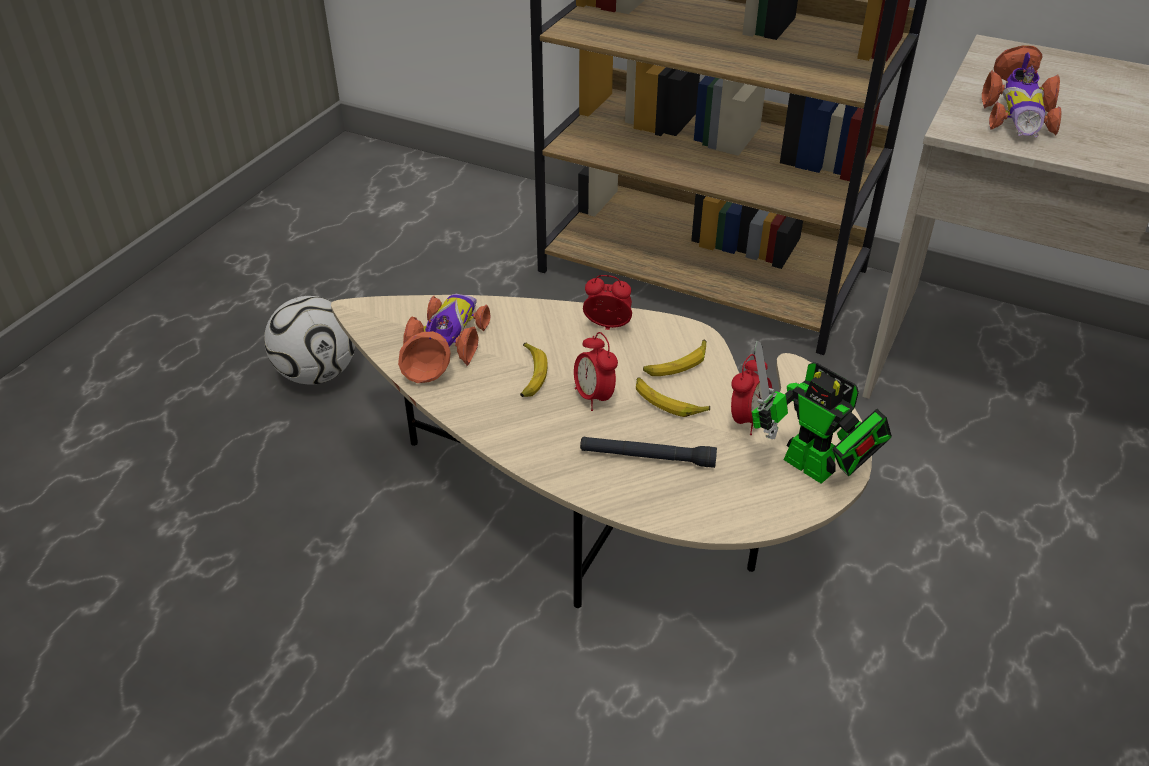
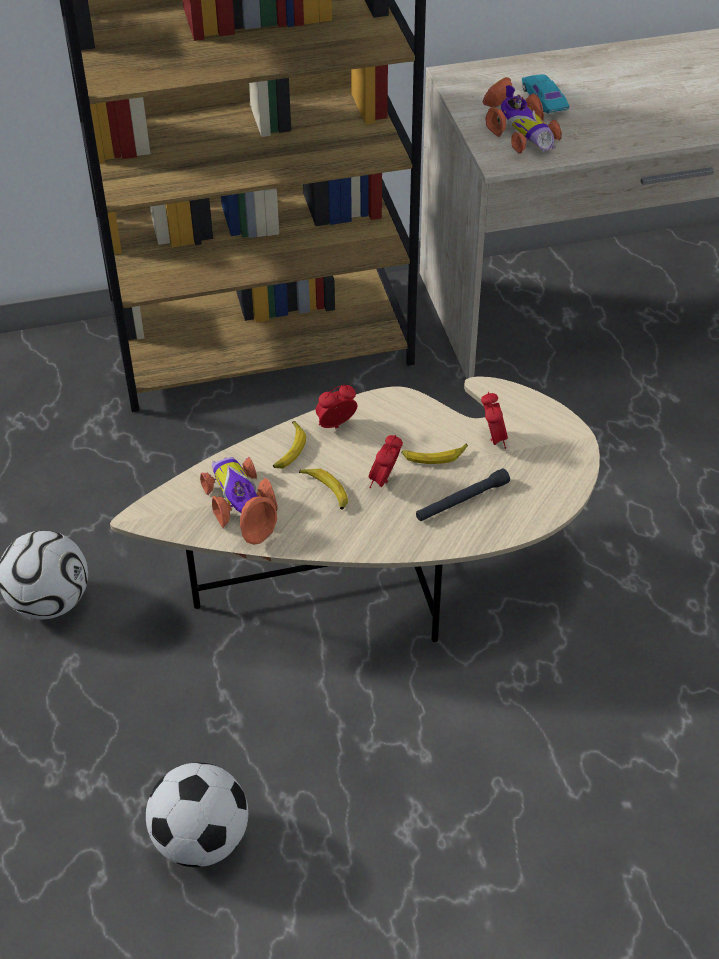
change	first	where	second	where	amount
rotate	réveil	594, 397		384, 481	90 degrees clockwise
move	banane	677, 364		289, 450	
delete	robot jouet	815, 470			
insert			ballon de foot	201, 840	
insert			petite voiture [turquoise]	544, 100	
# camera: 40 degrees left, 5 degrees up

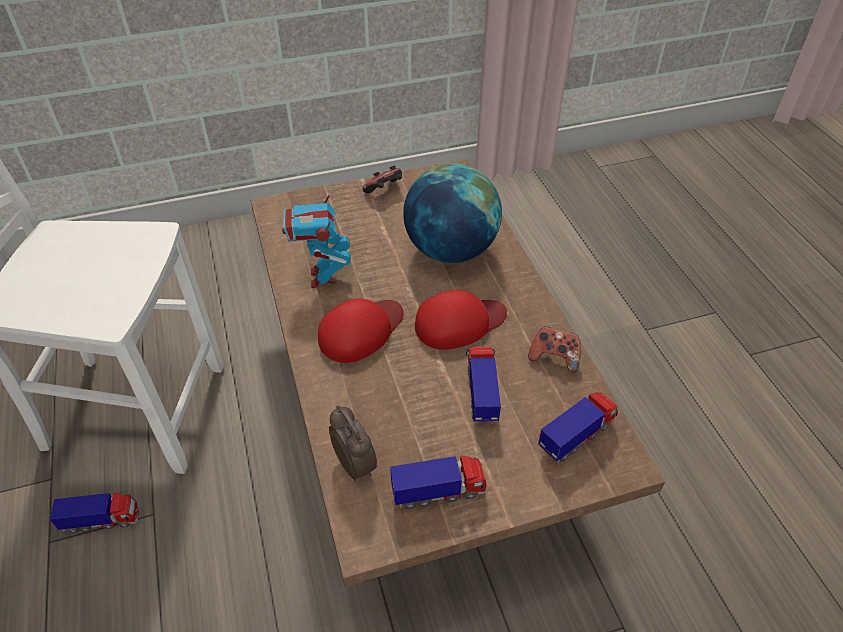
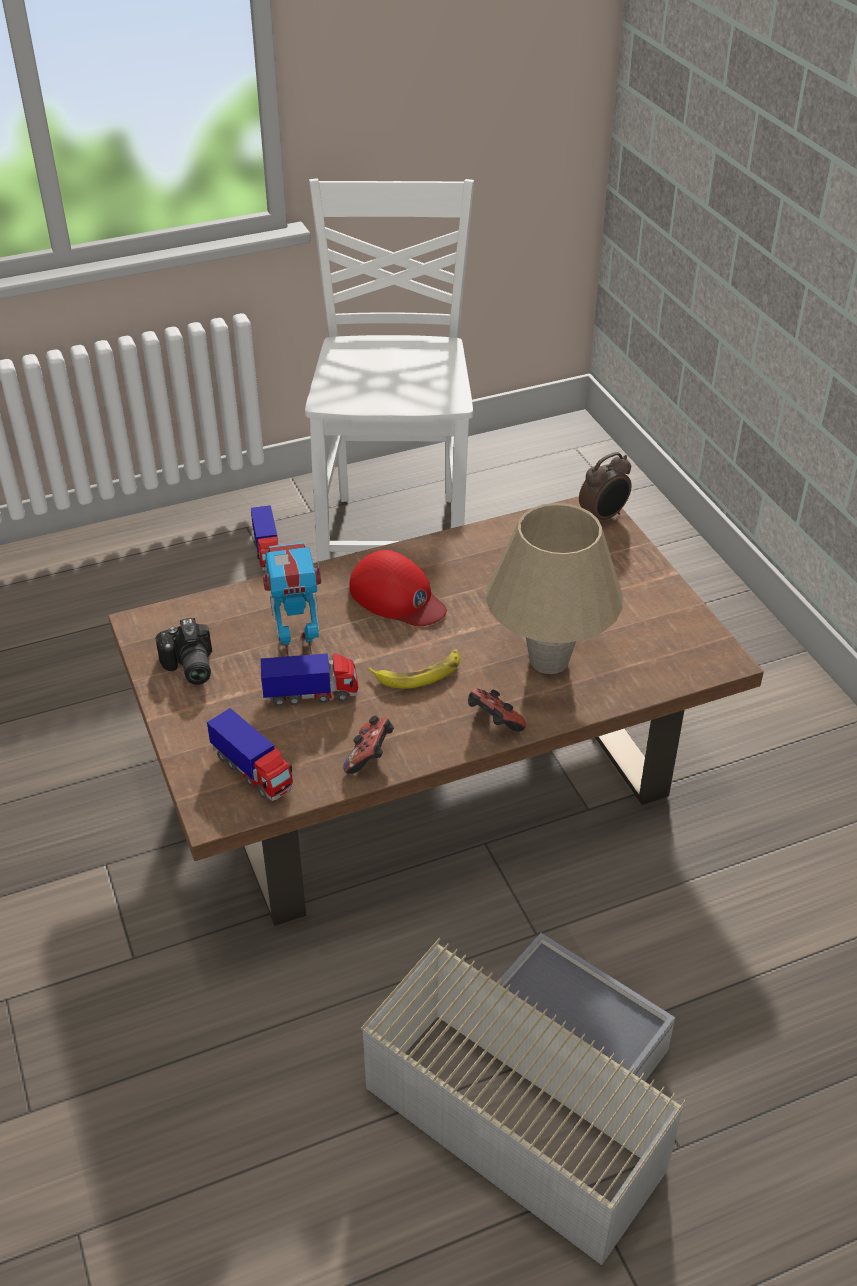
change	first	where	second	where	amount
move	robot jouet	322, 277		297, 644	
move	réveil	355, 464		603, 517	
move	manette	384, 190		493, 723	
replace	camion jouet	439, 492	appareil photo	188, 667	
replace	globe	450, 250	lampe de table [beige]	549, 660	
replace	casquette [rouge]	459, 323	banane	419, 673	
insert			boîte de rangement [gris]	529, 1098	
# camera: 85 degrees right, 5 degrees down

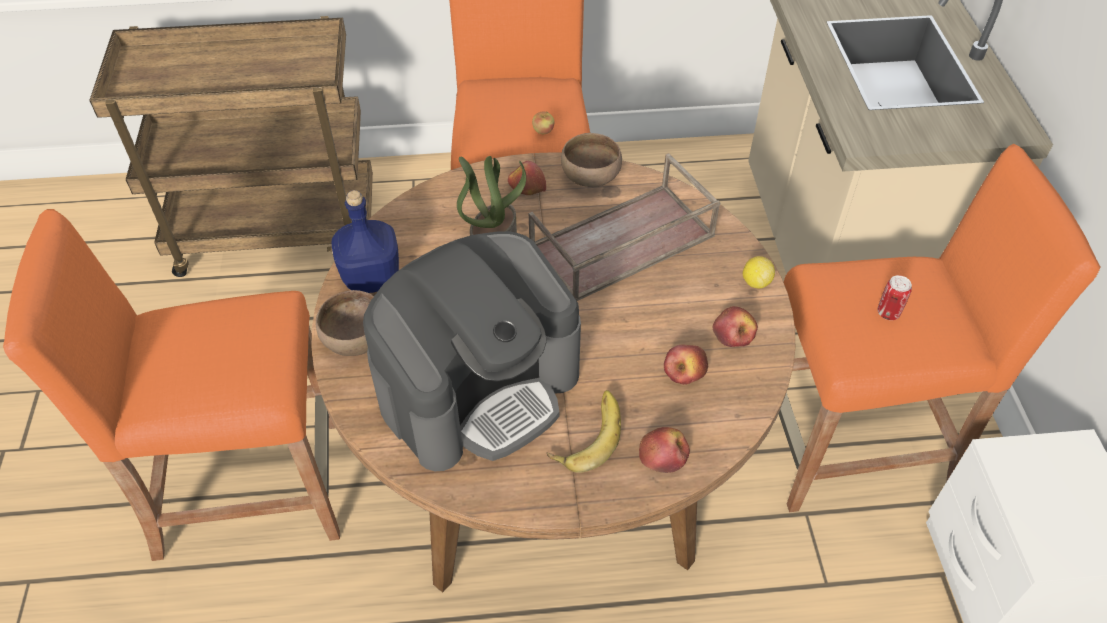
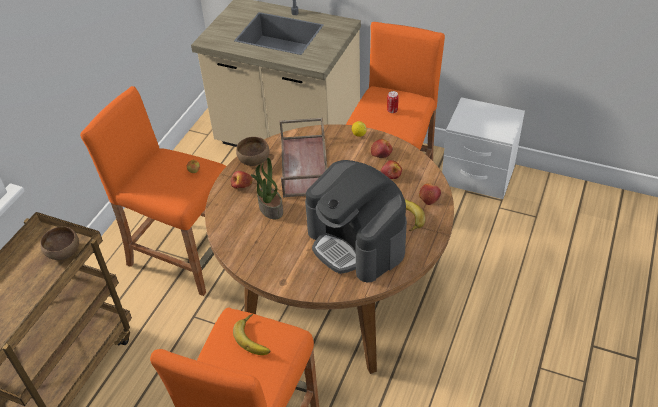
change	first	where	second	where	amount
move	bol [marron]	354, 339		63, 252	
delete	bouteille [bleu]	370, 278			
rotate	machine à café	479, 387		357, 242	150 degrees clockwise
insert			banane	255, 337	
# camera: 60 degrees left, 5 degrees down

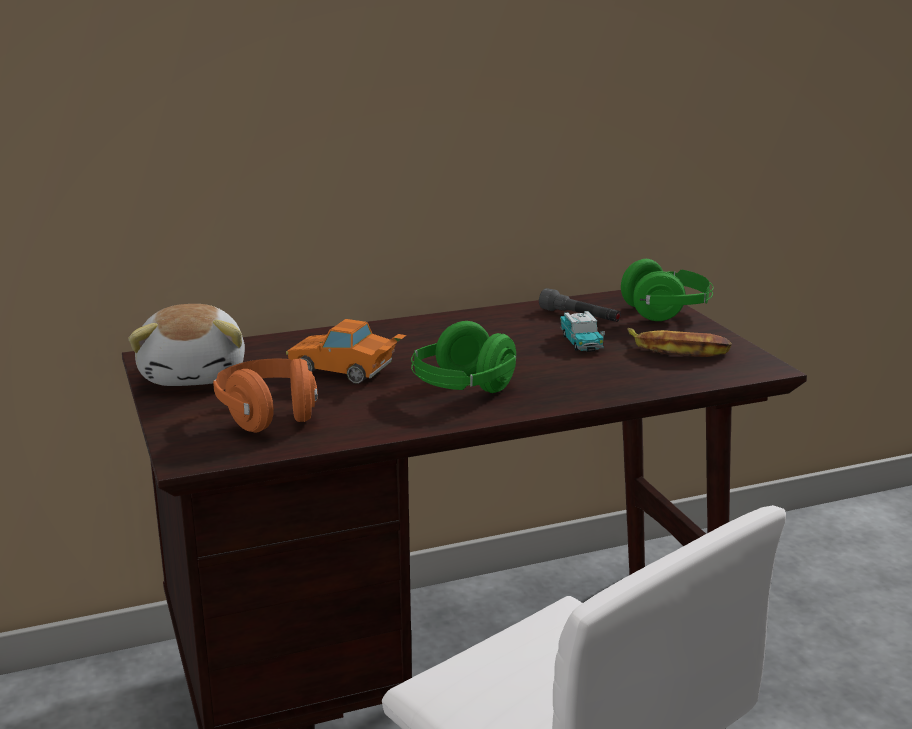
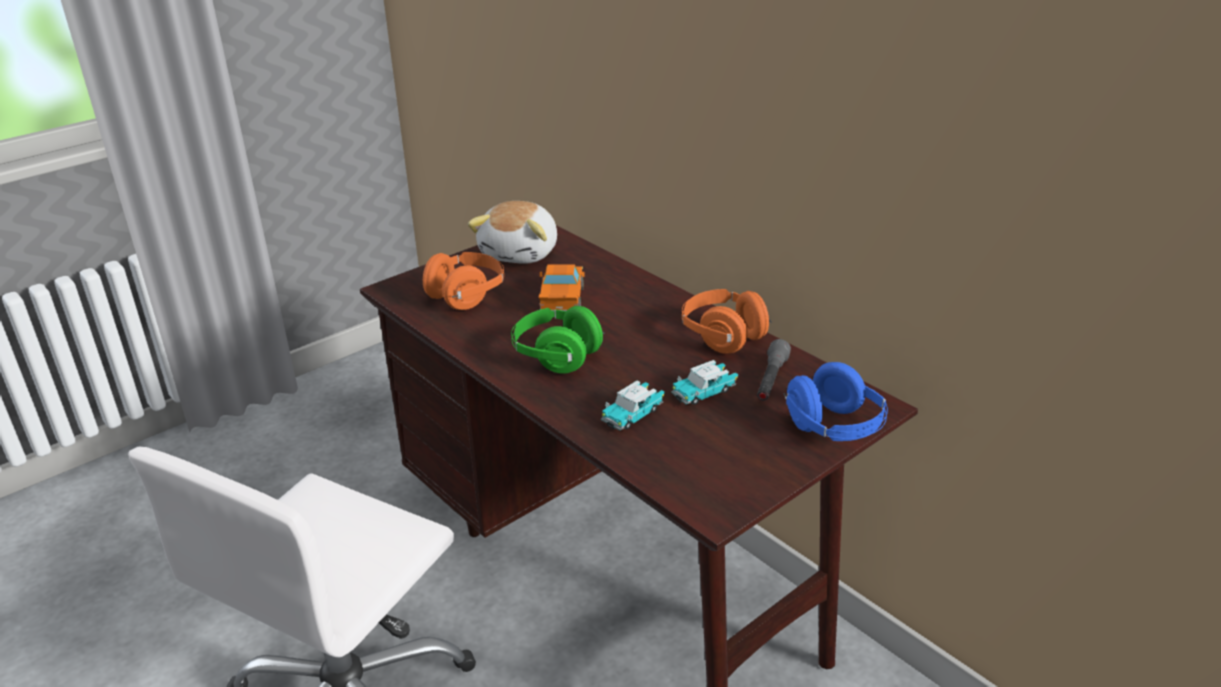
change	first	where	second	where	amount
rotate	peluche	195, 374		521, 253	45 degrees counterclockwise
recolor	casque audio [vert]	666, 312	casque audio [bleu]	834, 428	
delete	banane	677, 349			
insert			petite voiture	633, 414	
insert			casque audio [orange]	722, 336	
# camera: 70 degrees right, 10 degrees up

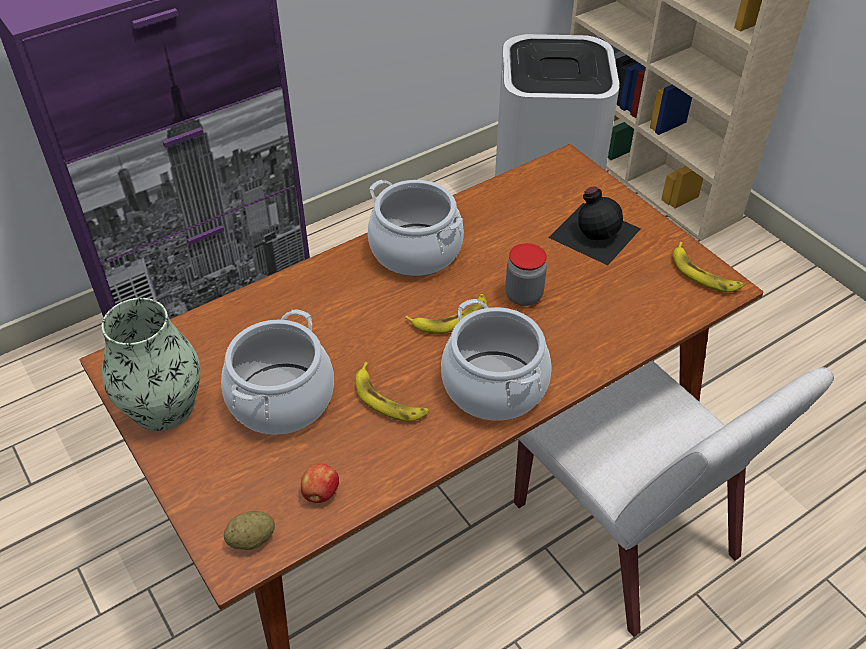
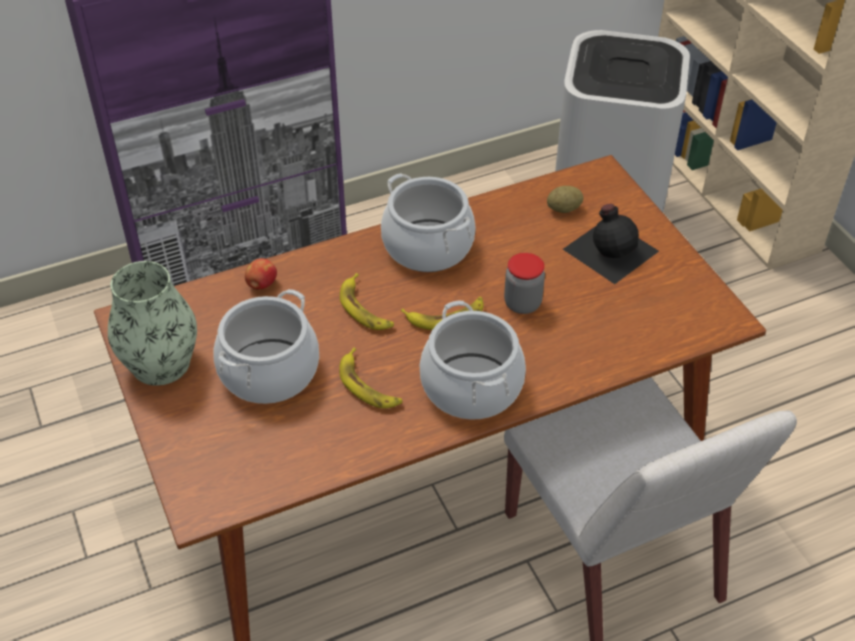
change	first	where	second	where	amount
move	pomme de terre	251, 539		564, 209	
move	pomme	320, 493		261, 284	
move	banane	703, 274		365, 308	
# camera: 10 degrees right, 0 degrees up

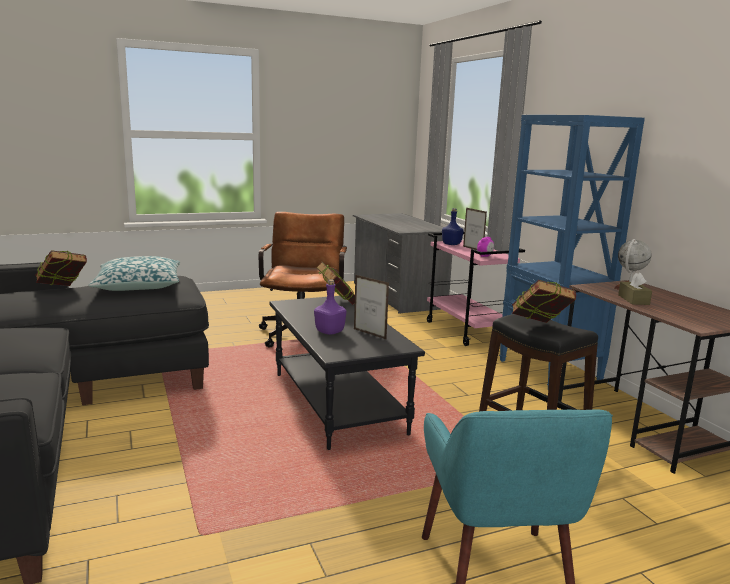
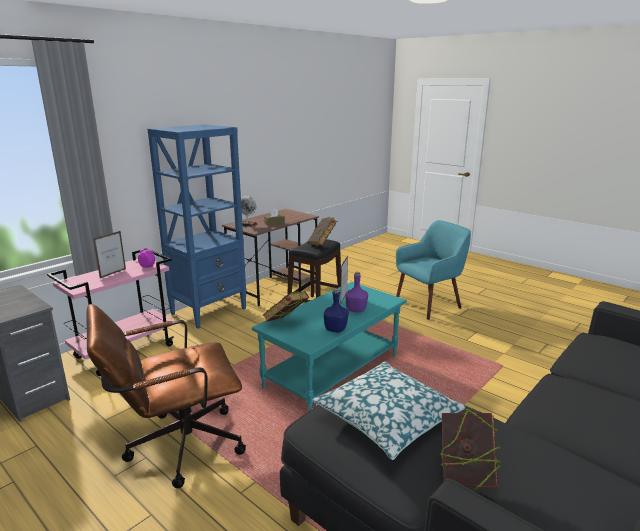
change	first	where	second	where	amount
recolor	table basse [noir]	335, 402	table basse [turquoise]	333, 372	
move	bouteille [bleu]	452, 244		335, 329	
# camera: 115 degrees left, 5 degrees up

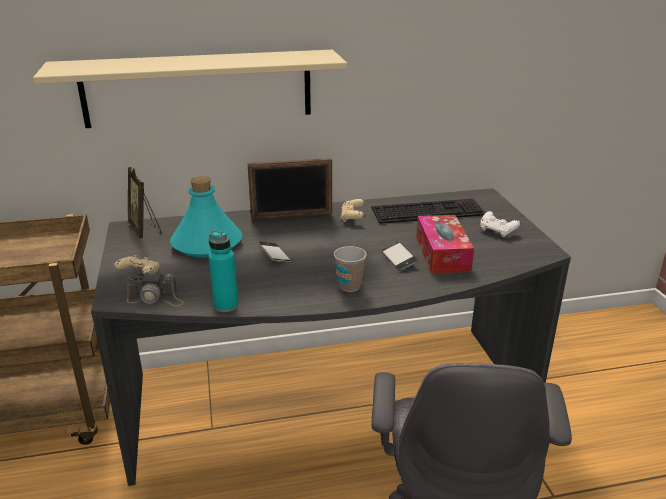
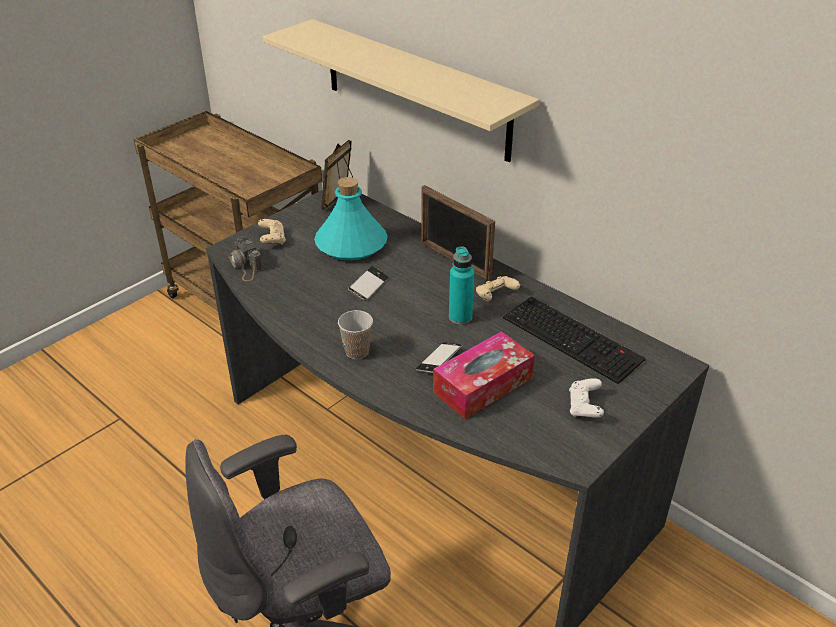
change	first	where	second	where	amount
move	bouteille [turquoise]	226, 305		460, 317	
# camera: 55 degrees right, 10 degrees up

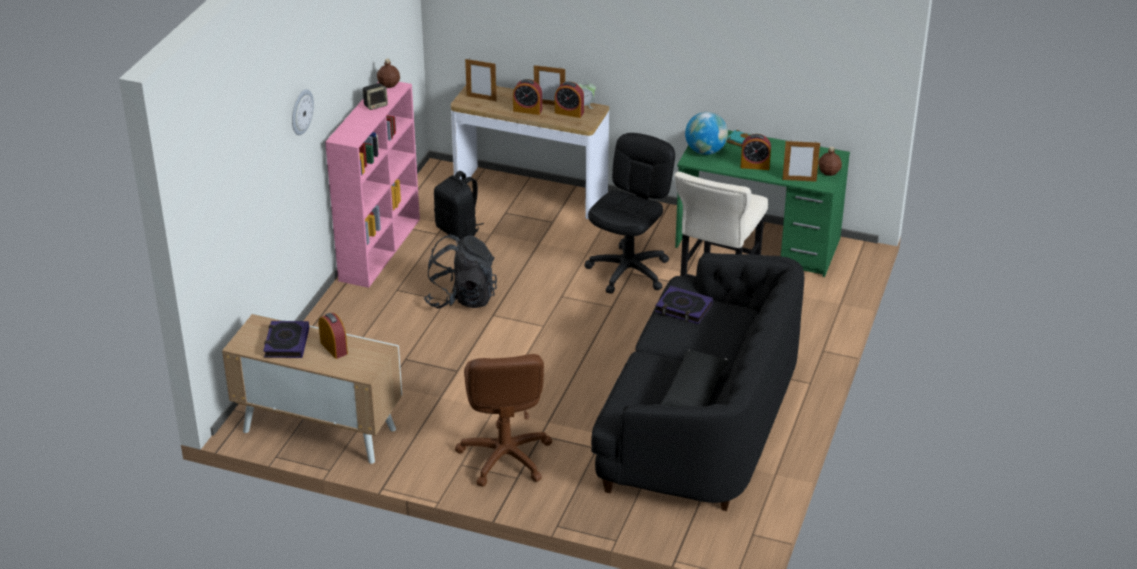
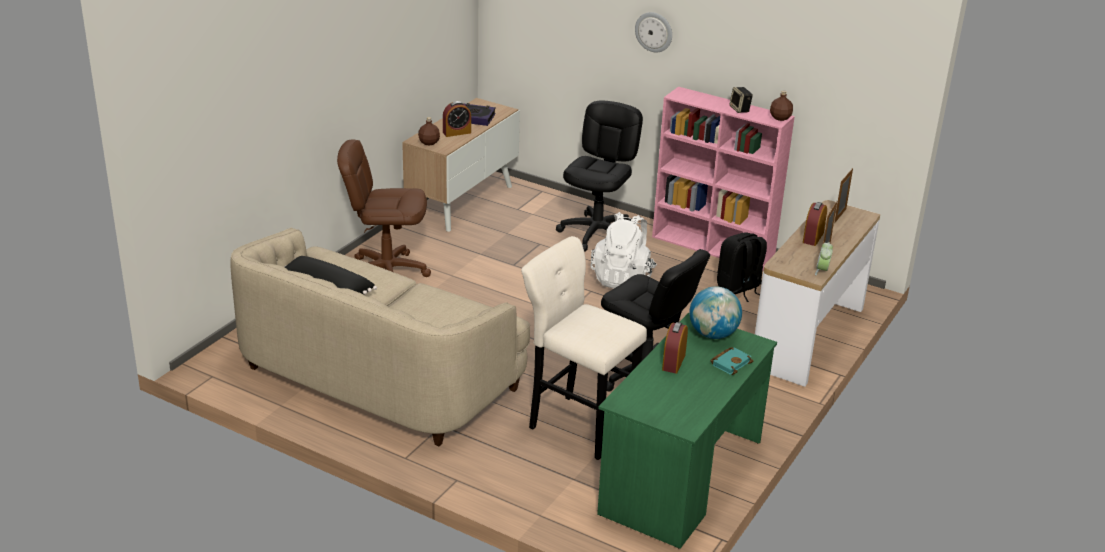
change	first	where	second	where	amount
recolor	sac à dos [noir]	461, 298	sac à dos [blanc]	622, 278	
delete	réveil	569, 112			
recolor	canapé [noir]	700, 423	canapé [beige]	377, 376	
delete	livre	683, 309			
delete	cadre photo	799, 180			
move	bouteille [marron]	829, 172		429, 143	
insert			chaise de bureau [noir]	597, 233	
# camera: 100 degrees right, 5 degrees down

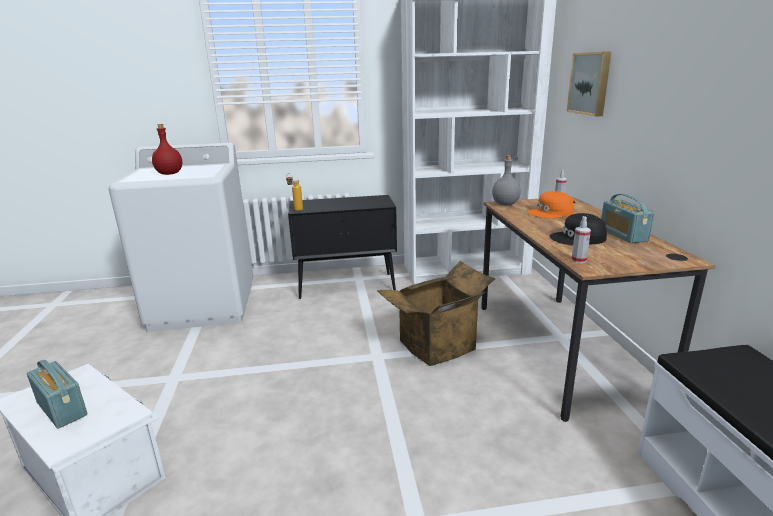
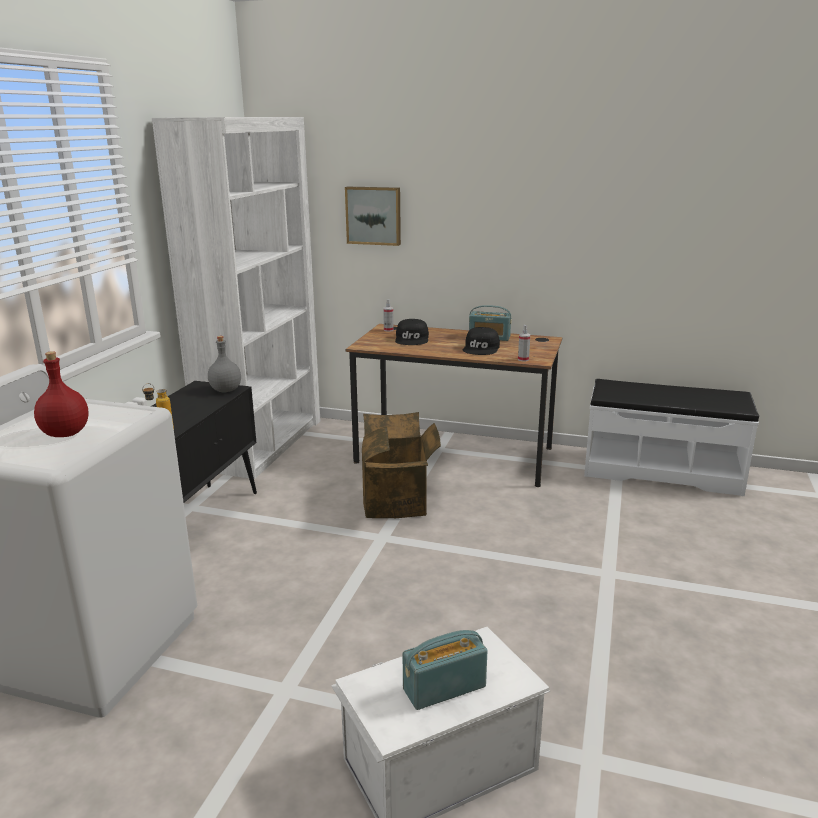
change	first	where	second	where	amount
move	bouteille [gris]	505, 204		225, 390	
recolor	casquette [orange]	551, 212	casquette [noir]	412, 339	
# camera: 65 degrees left, 0 degrees up

